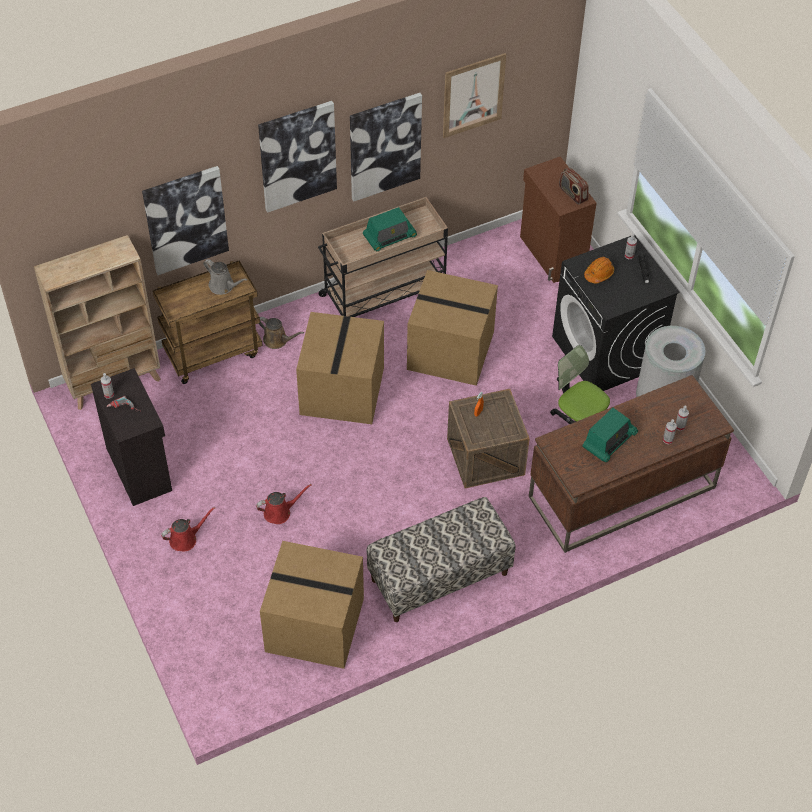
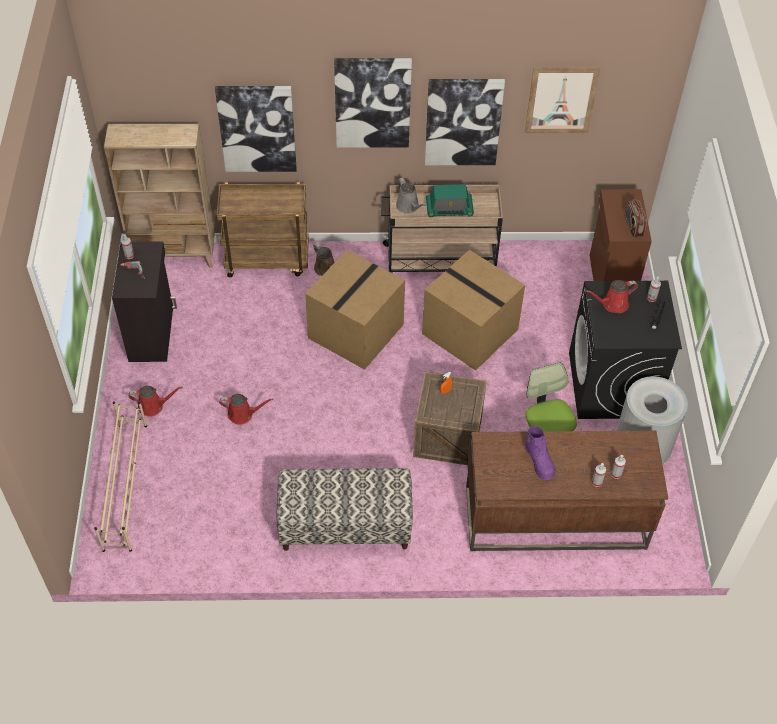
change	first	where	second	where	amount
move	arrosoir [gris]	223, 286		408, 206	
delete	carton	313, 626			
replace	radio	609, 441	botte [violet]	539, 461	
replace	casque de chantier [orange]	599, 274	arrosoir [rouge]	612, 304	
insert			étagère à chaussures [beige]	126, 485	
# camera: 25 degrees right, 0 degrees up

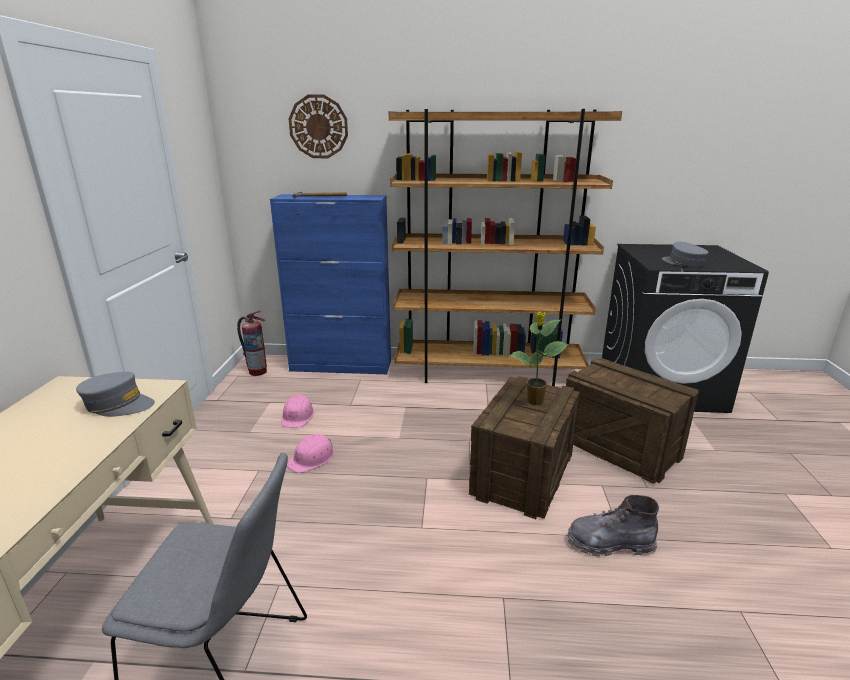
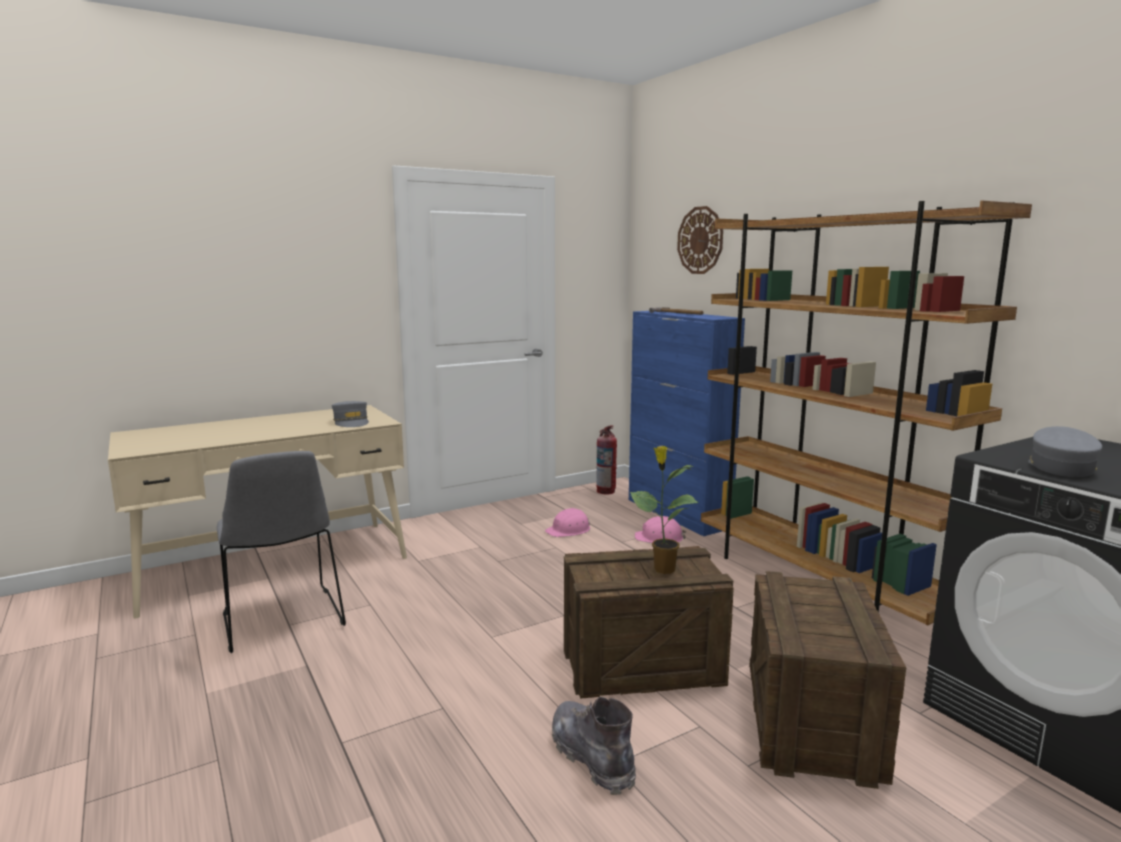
change	first	where	second	where	amount
move	casque de chantier [rose]	312, 458		659, 538	
# camera: 55 degrees right, 10 degrees down

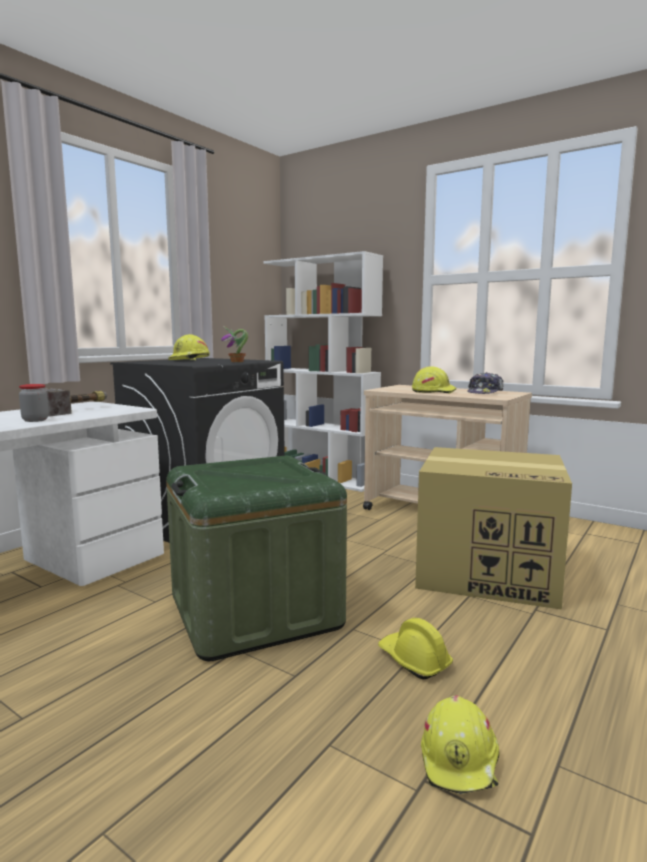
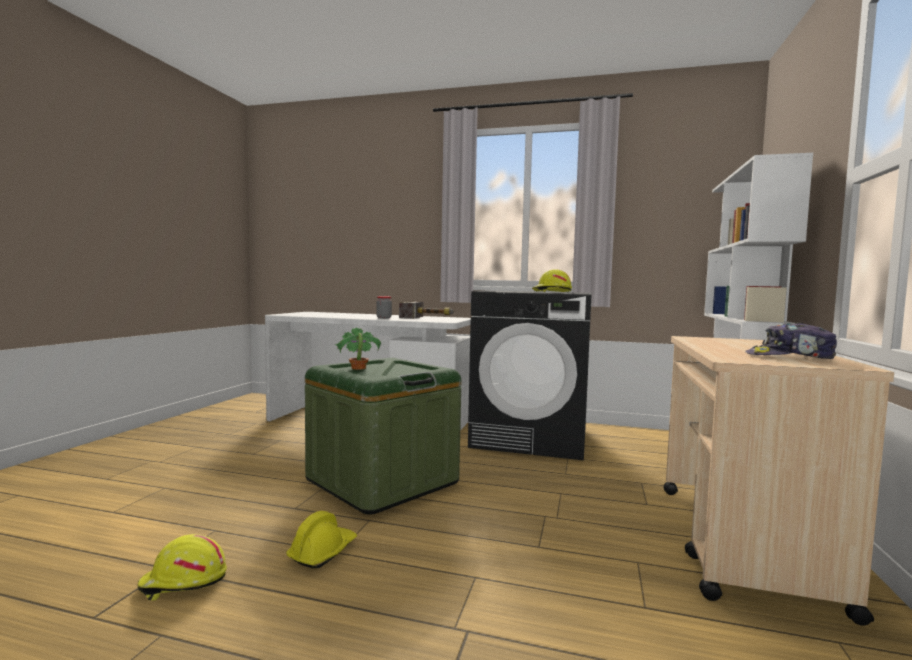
change	first	where	second	where	amount
move	plante en pot	237, 362		358, 368	
delete	casque de chantier [jaune]	433, 391			
delete	carton	489, 573			
# camera: 70 degrees right, 5 degrees down

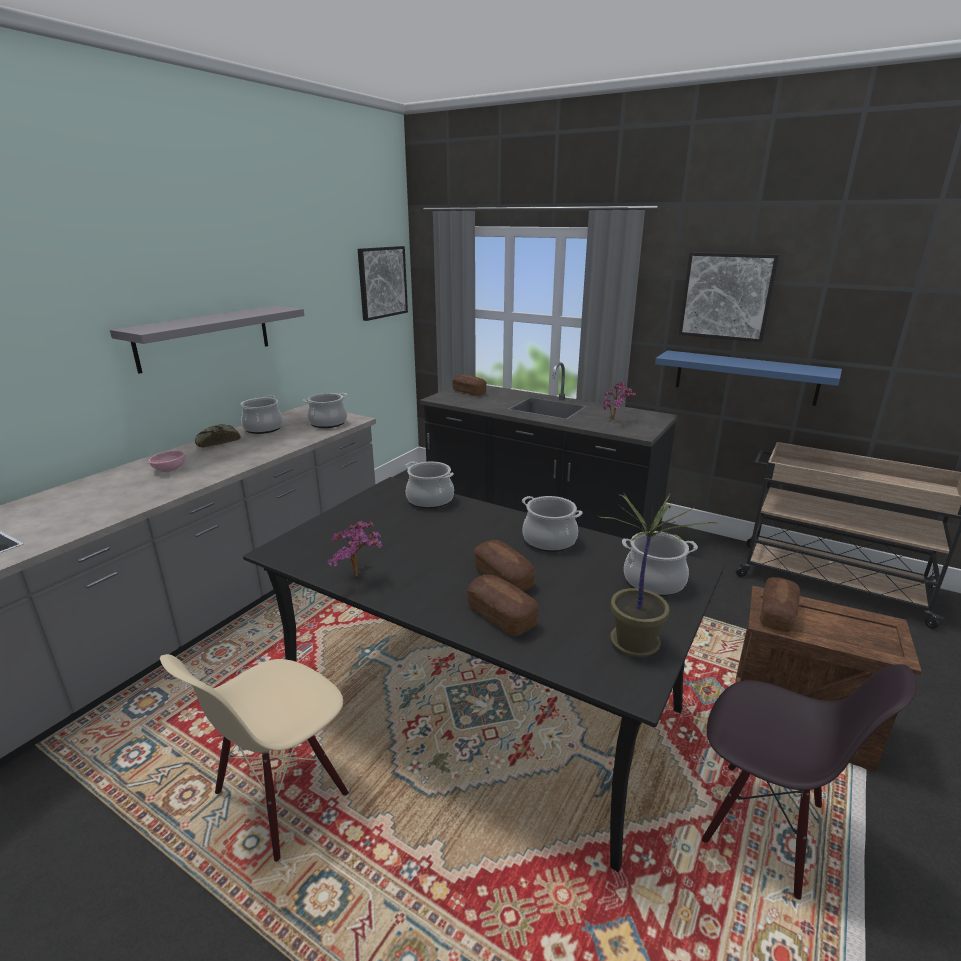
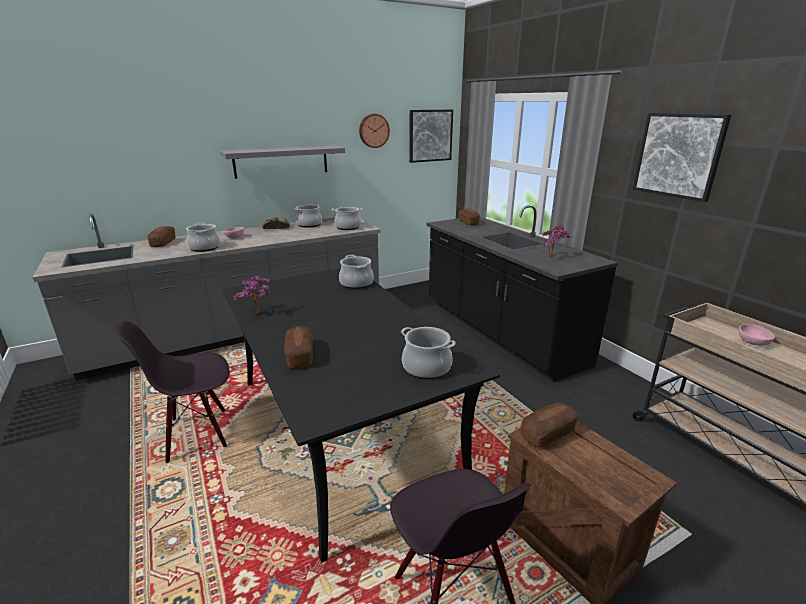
change	first	where	second	where	amount
recolor	chaise [beige]	281, 796	chaise [noir]	197, 434	
move	pain	503, 578		163, 243	
move	marmite	549, 540		204, 248	
delete	plante en pot	634, 642			
delete	étagère [bleu]	745, 377			
insert			horloge murale	373, 131	
insert			bol [rose]	753, 342	
# camera: 30 degrees right, 0 degrees up

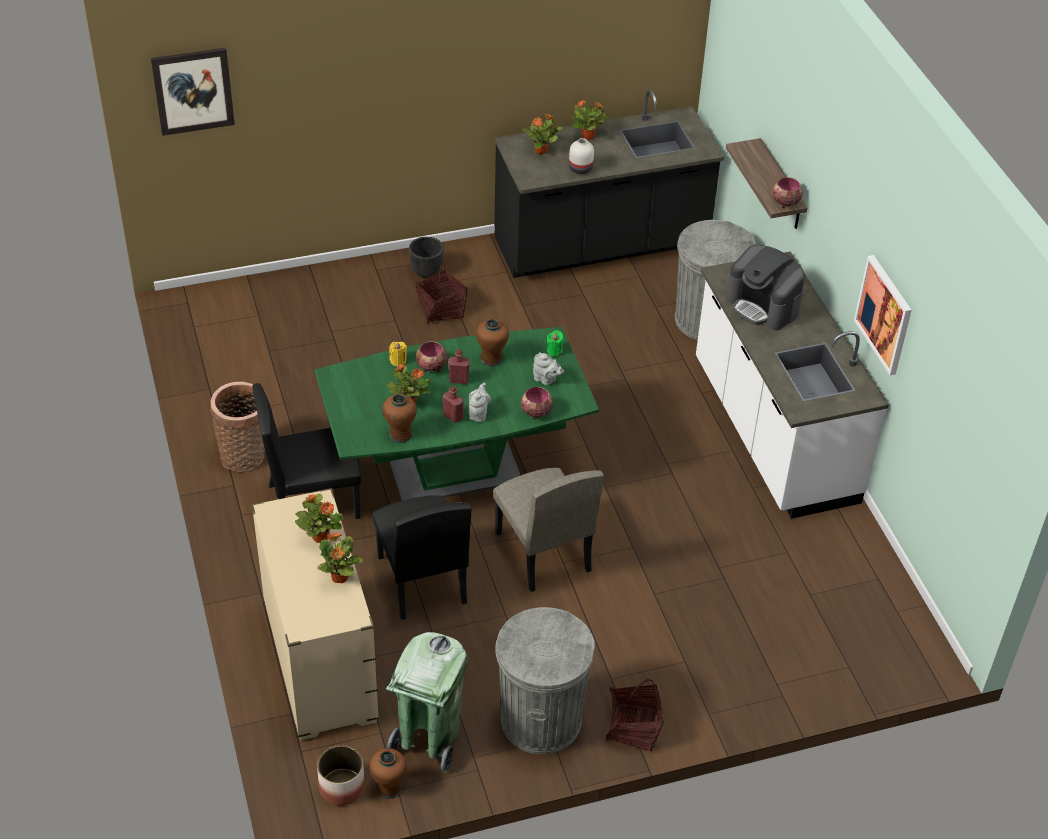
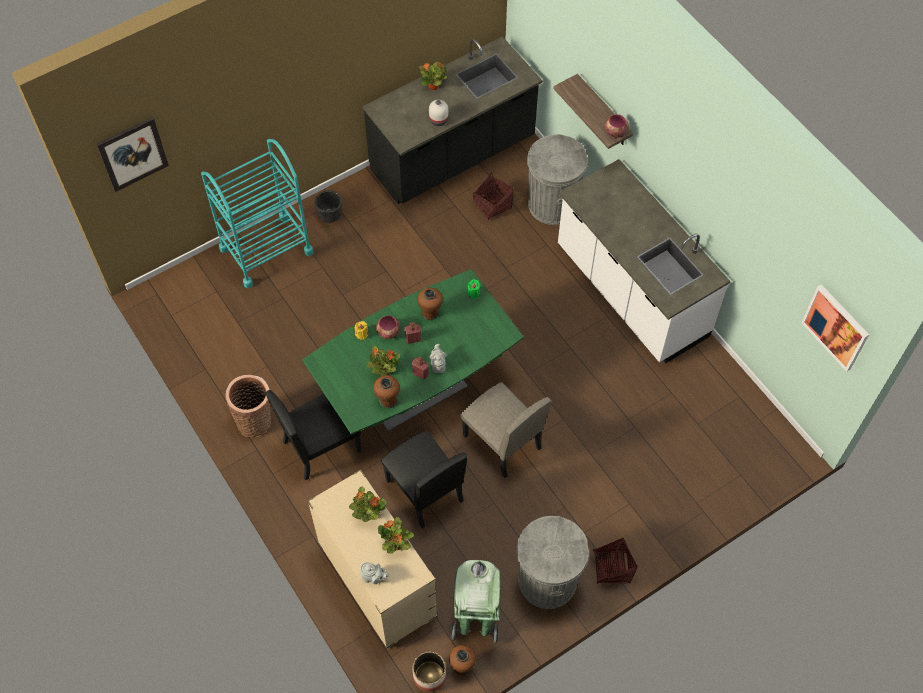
change	first	where	second	where	amount
move	panier	441, 309		492, 204	
delete	bol	535, 412			
delete	plante en pot	541, 151			
move	théière [gris]	546, 380		374, 577	
delete	machine à café	763, 305			
move	tableau	884, 314		836, 327	
insert			chariot [turquoise]	266, 250	
# camera: 15 degrees left, 15 degrees up

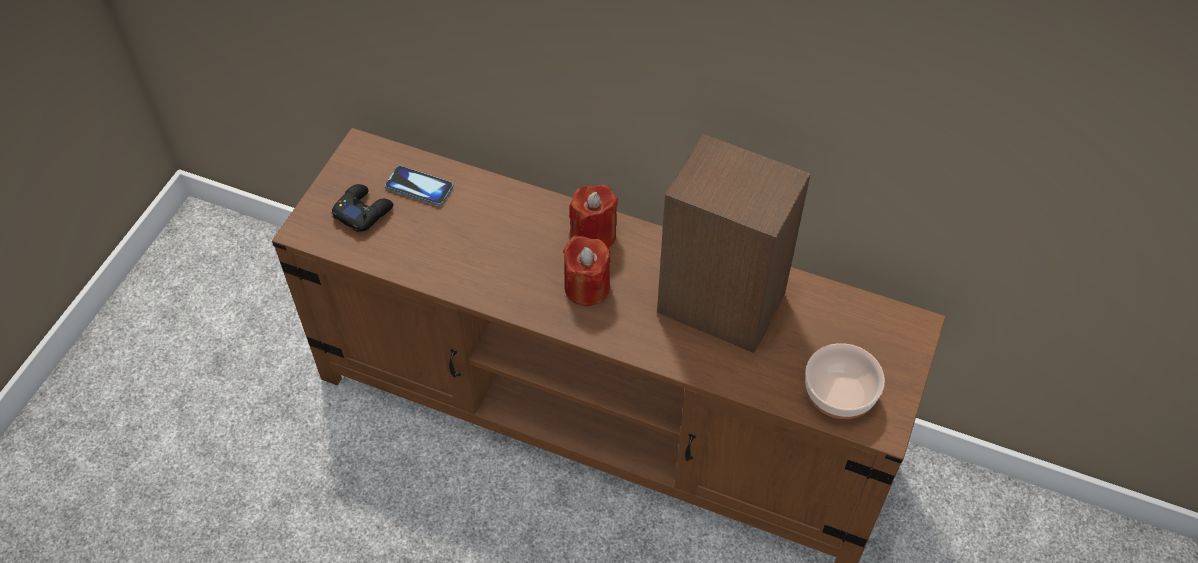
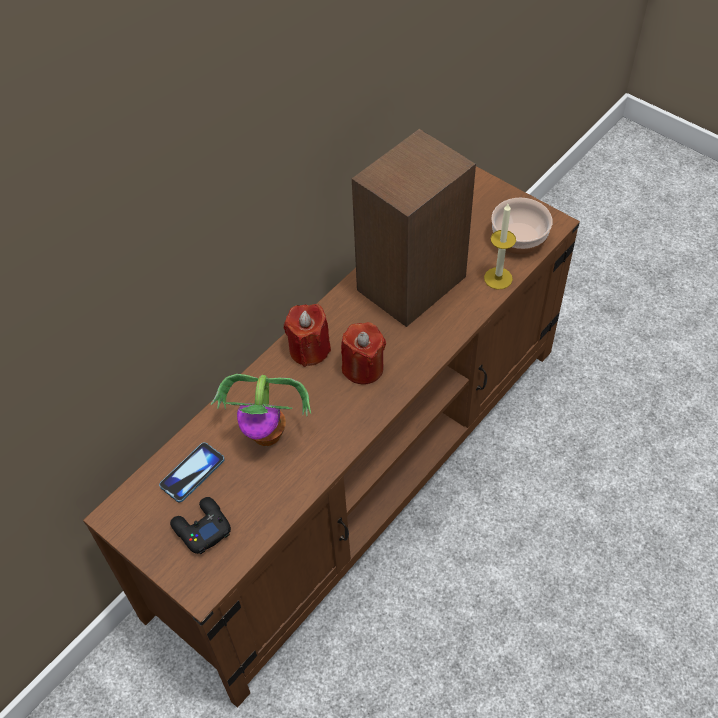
change	first	where	second	where	amount
insert			plante en pot	268, 433	
insert			bougie	498, 278	
# camera: 70 degrees left, 0 degrees up

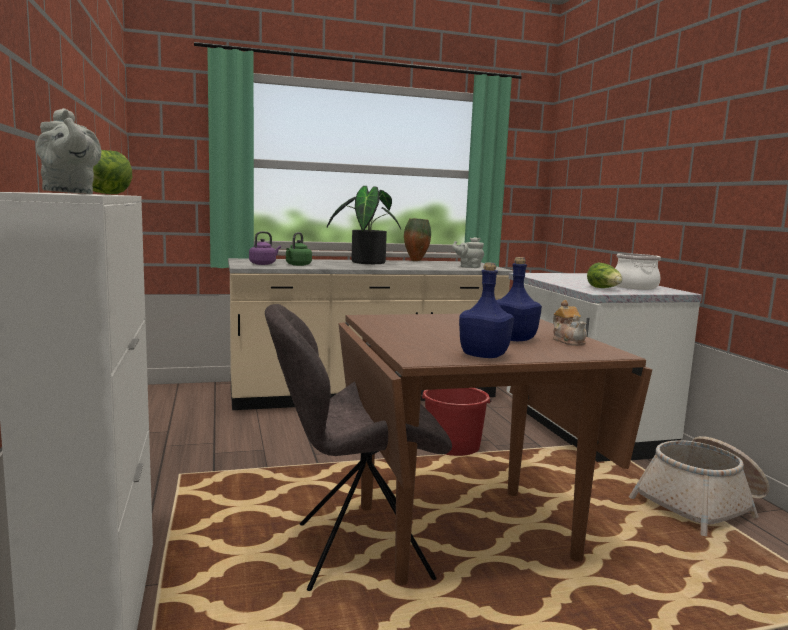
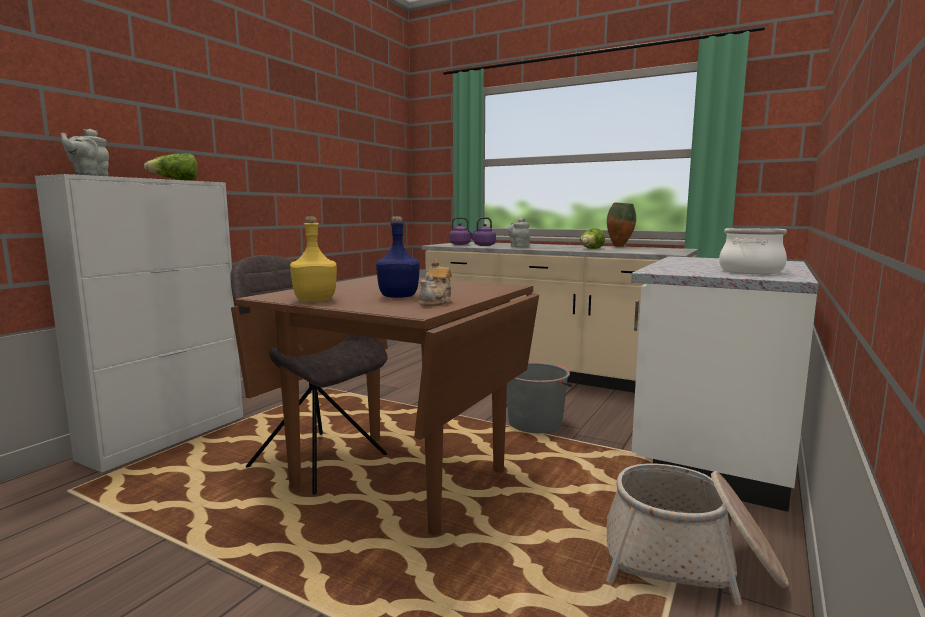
change	first	where	second	where	amount
recolor	bouilloire [vert]	298, 265	bouilloire [violet]	483, 245	
delete	plante en pot	365, 262			
recolor	seau [rouge]	453, 446	seau [gris]	535, 423	
move	théière [gris]	468, 267		518, 246	
recolor	bouteille [bleu]	483, 355	bouteille [jaune]	314, 300	
move	laitue	604, 289		591, 249	
# camera: 45 degrees right, 0 degrees up

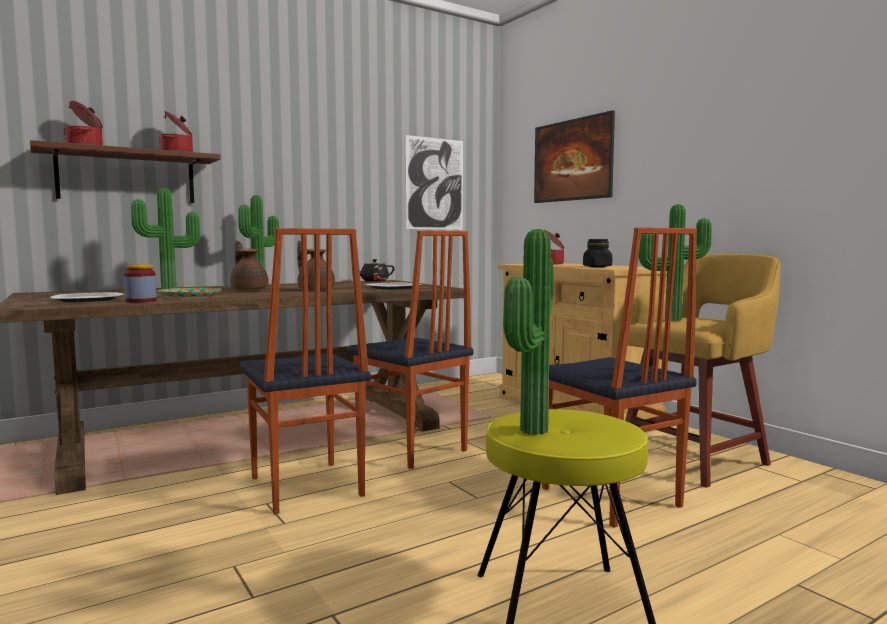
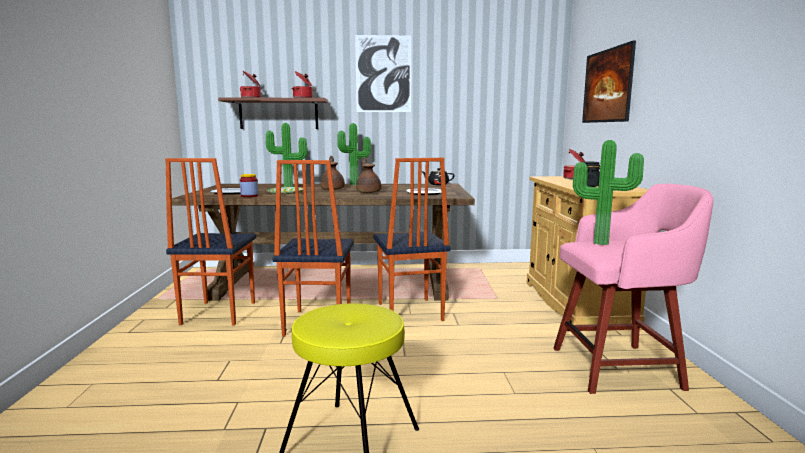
change	first	where	second	where	amount
move	tableau	435, 184		383, 74	
delete	plante en pot	528, 430			
move	chaise	609, 498		217, 313	
recolor	tabouret [jaune]	695, 459	tabouret [rose]	620, 368	
# camera: 30 degrees right, 5 degrees up

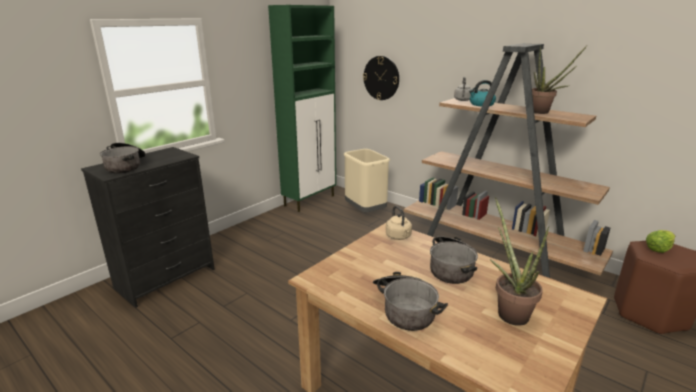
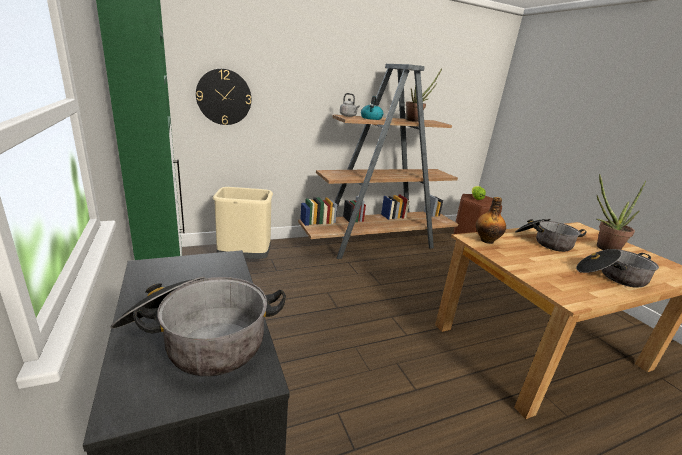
change	first	where	second	where	amount
replace	bouilloire [beige]	399, 237	bouteille	486, 240	
# camera: 65 degrees left, 0 degrees up

